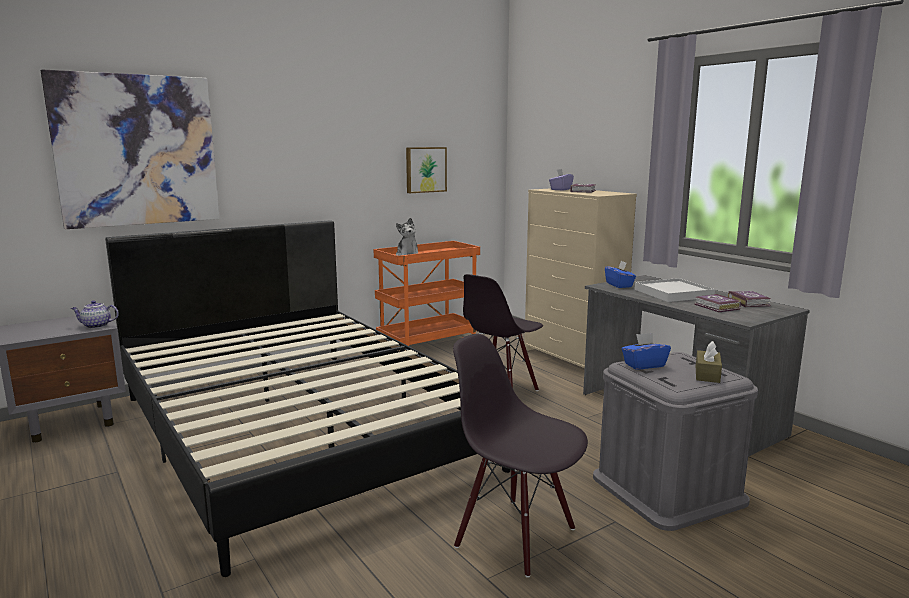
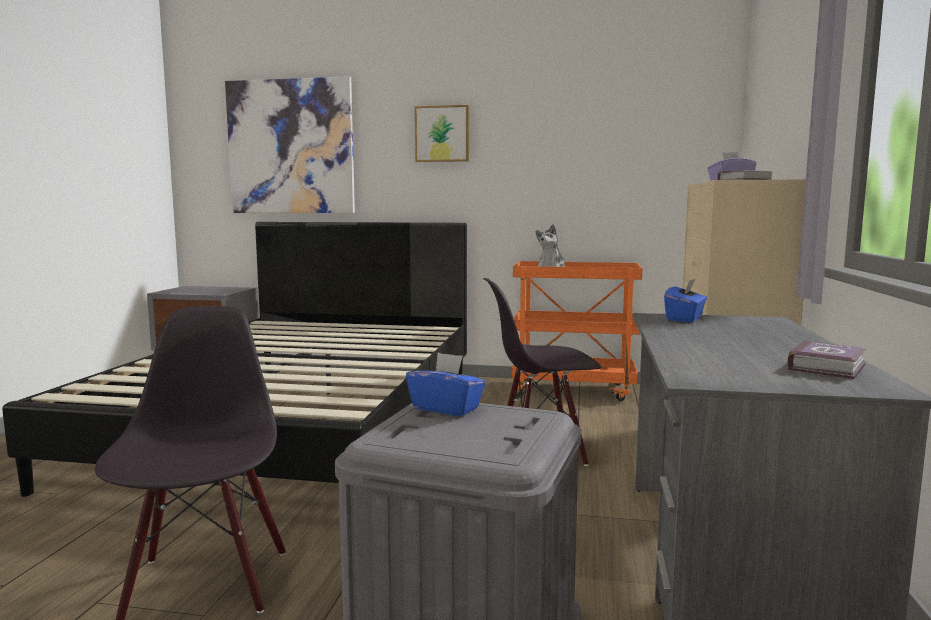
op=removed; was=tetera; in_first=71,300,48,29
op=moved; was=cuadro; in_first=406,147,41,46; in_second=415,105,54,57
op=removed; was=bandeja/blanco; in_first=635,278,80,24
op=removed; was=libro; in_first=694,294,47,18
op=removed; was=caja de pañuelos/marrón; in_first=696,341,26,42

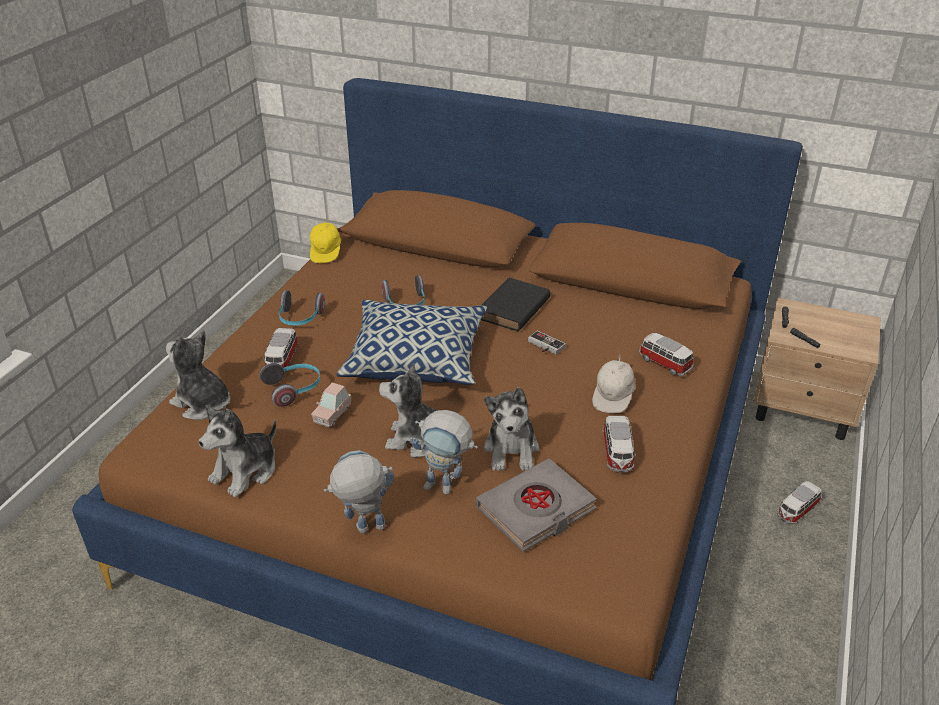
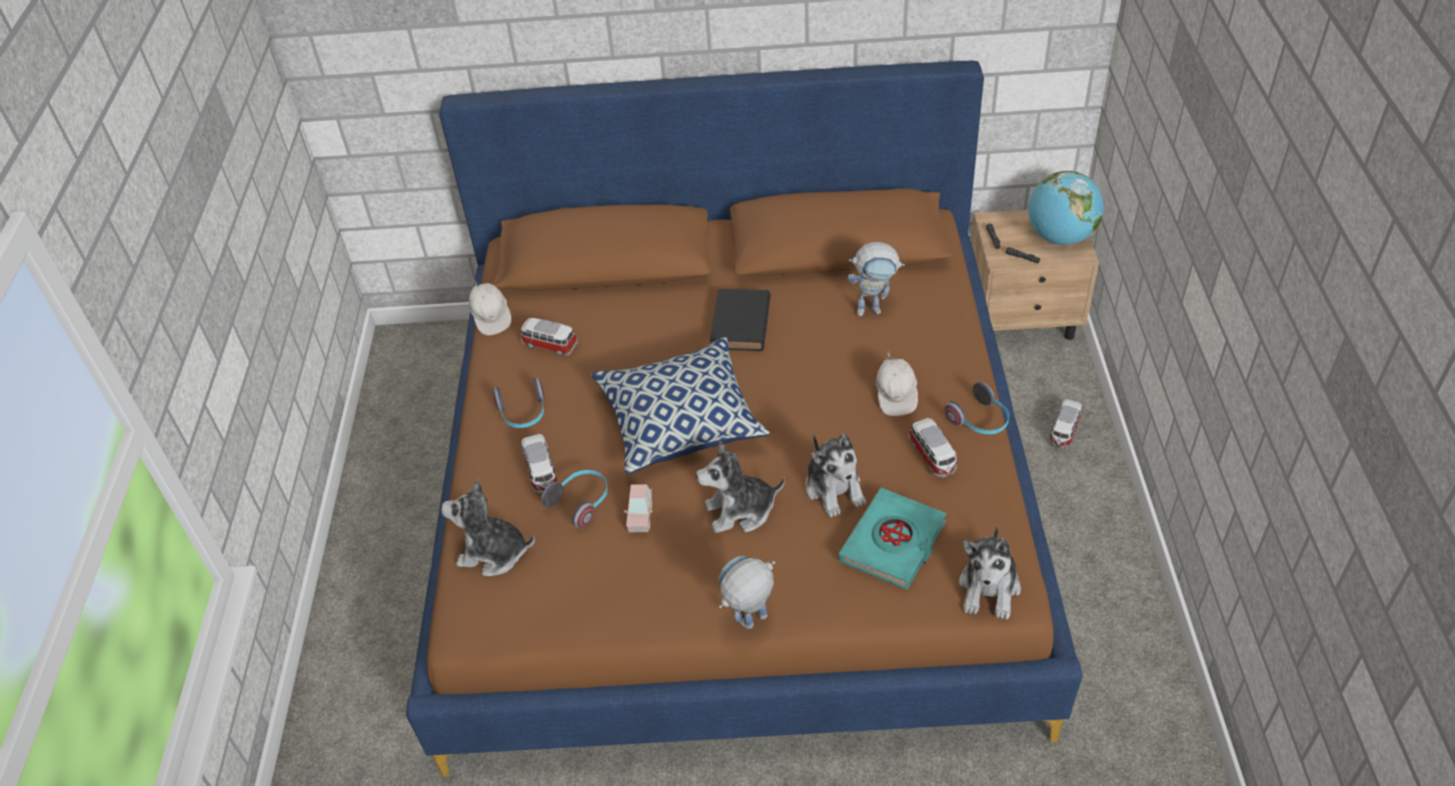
op=moved; was=peluche; in_first=199,405,77,92; in_second=959,525,62,95
op=recoloured; was=gorra/amarillo; now=gorra/blanco; in_first=310,219,31,44; in_second=469,279,42,56
op=moved; was=auriculares; in_first=381,275,44,30; in_second=944,382,65,52
op=moved; was=robot de juguete; in_first=410,410,68,85; in_second=848,242,57,74
op=recoloured; was=libro/gris; now=libro/turquesa; in_first=476,459,121,93; in_second=839,488,107,102
op=removed; was=mando de consola; in_first=528,331,38,24
op=moved; was=coche de juguete; in_first=639,333,55,43; in_second=521,318,57,38
op=added; now=globo terráqueo; in_second=1028,171,76,74

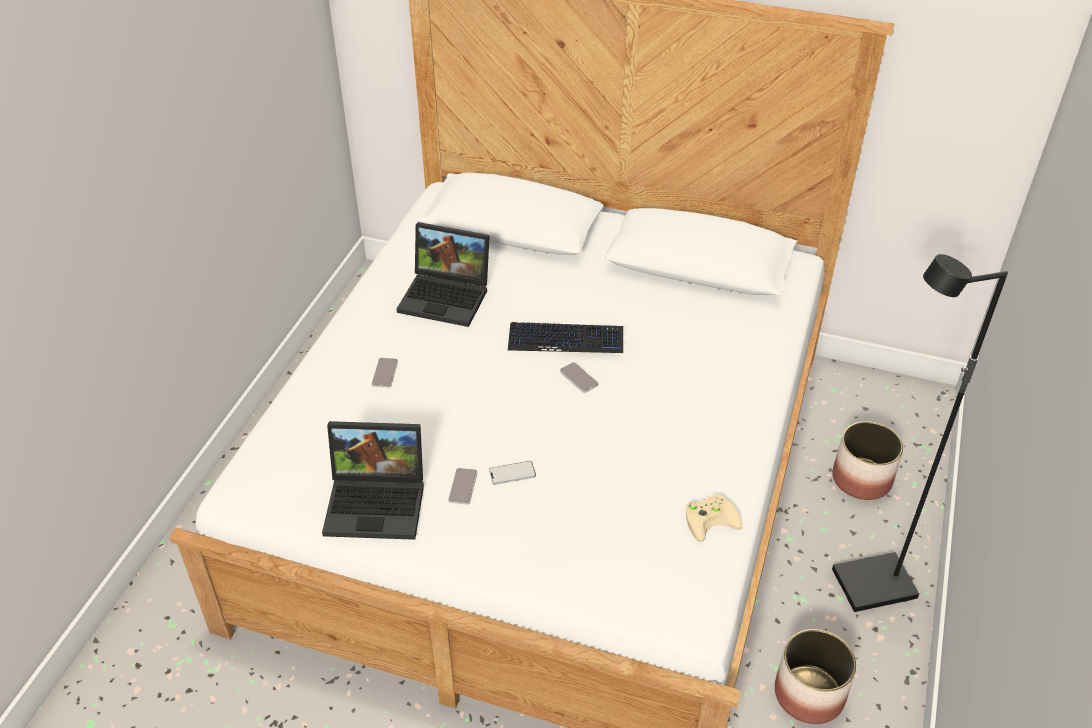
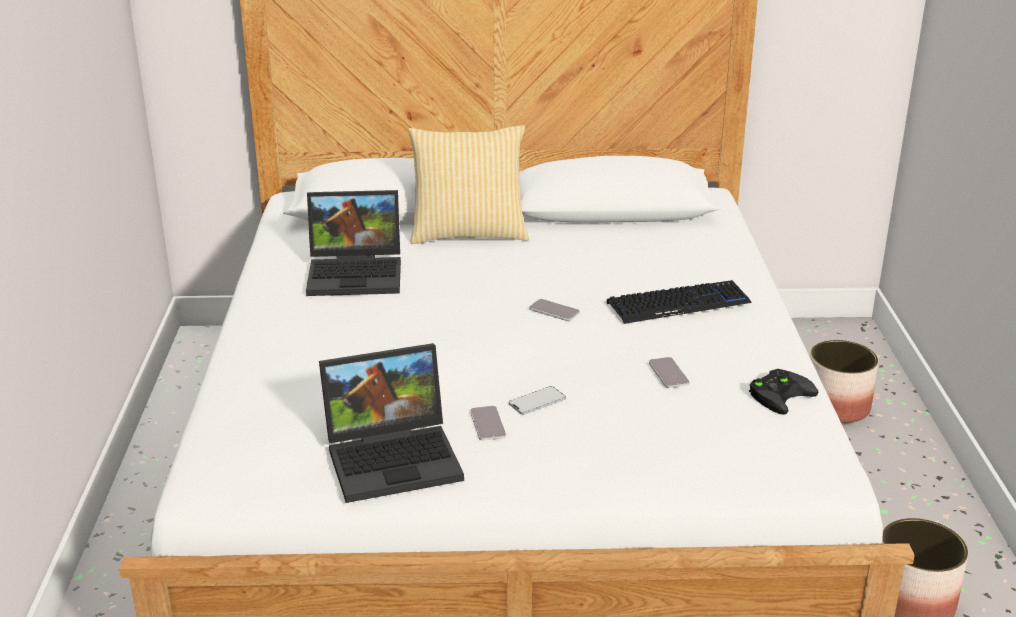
op=moved; was=móvil; in_first=371,358,27,30; in_second=649,357,40,31
op=moved; was=teclado; in_first=508,322,115,31; in_second=607,280,145,44
op=recoloured; was=mando de consola/beis; now=mando de consola/negro; in_first=686,494,56,48; in_second=749,369,70,46
op=removed; was=lámpara de pie/negro; in_first=832,254,176,358
op=added; now=cojín; in_second=408,125,121,119

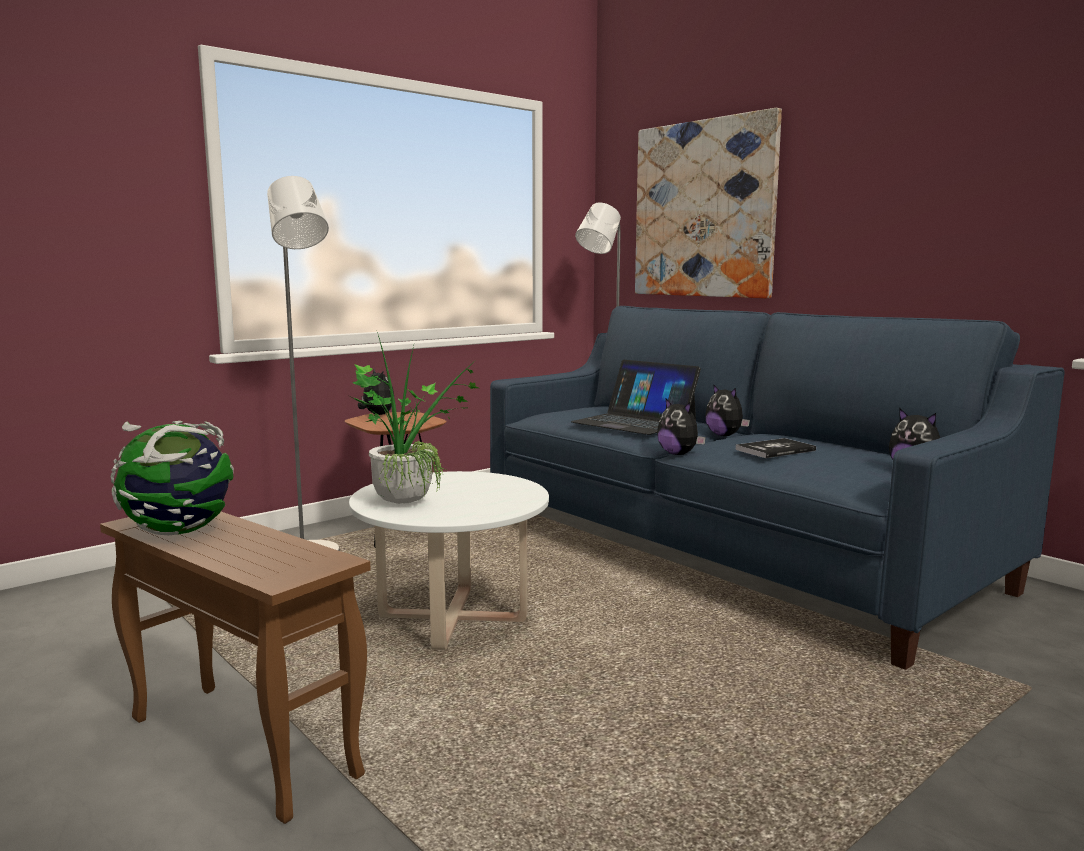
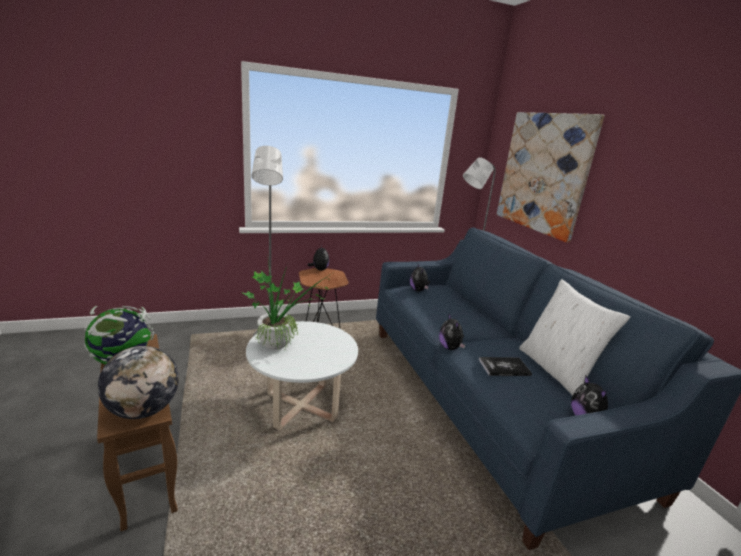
op=removed; was=portátil; in_first=571,360,130,75
op=moved; was=peluche; in_first=705,384,45,52; in_second=410,264,20,28
op=added; now=globo terráqueo; in_second=98,346,81,73
op=added; now=cojín/blanco; in_second=519,279,111,117

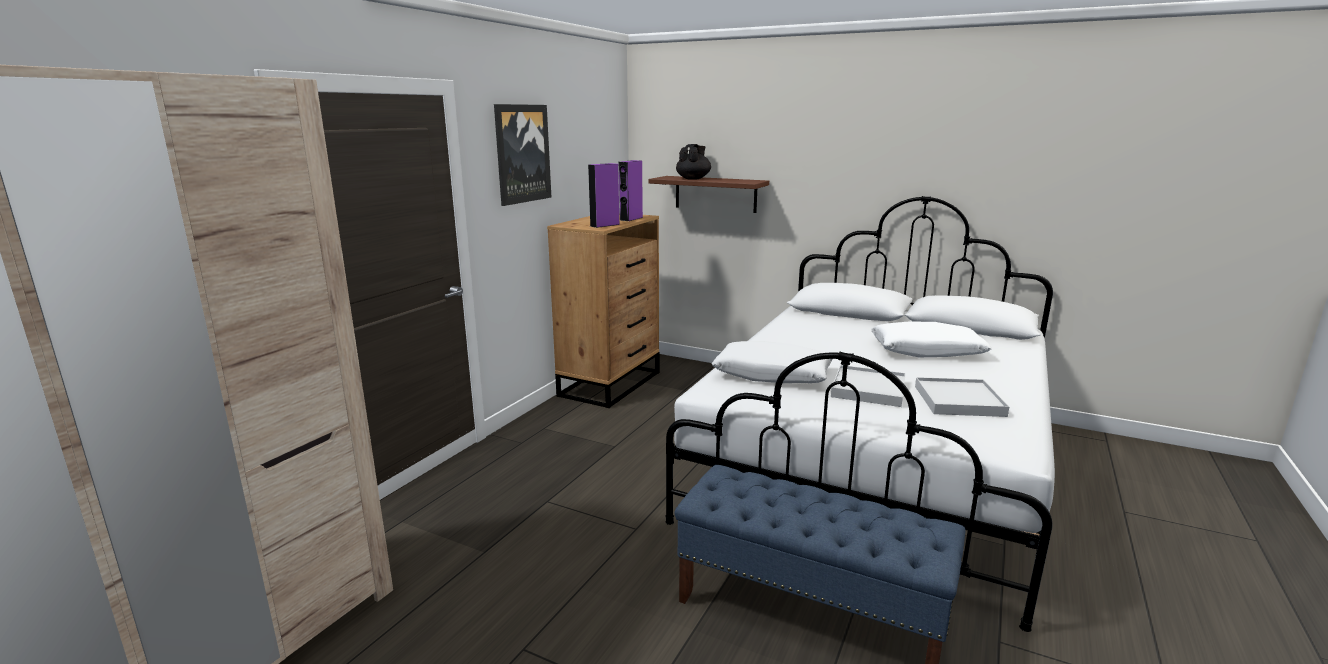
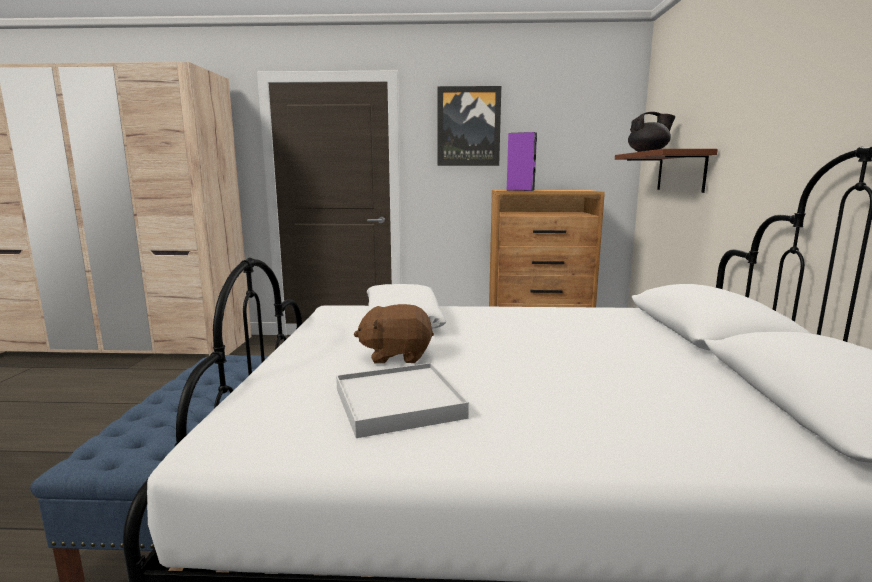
op=removed; was=altavoz/morado; in_first=619,160,24,61
op=replaced; was=bandeja/blanco; now=peluche/marrón; in_first=831,365,75,42; in_second=354,304,80,60
op=removed; was=cojín/blanco; in_first=871,321,121,36

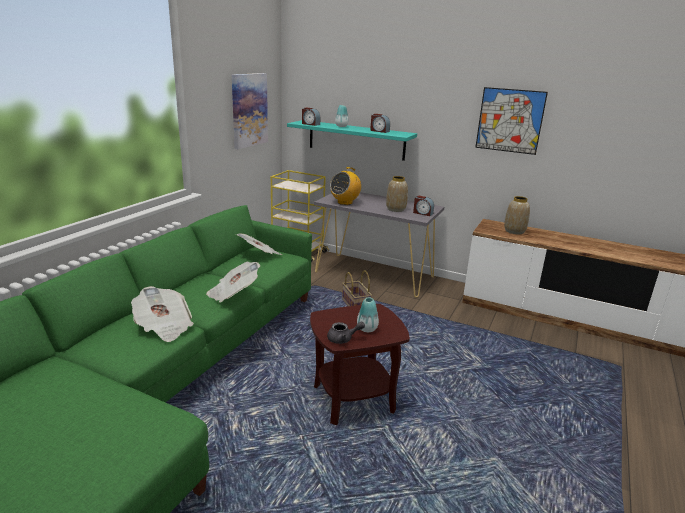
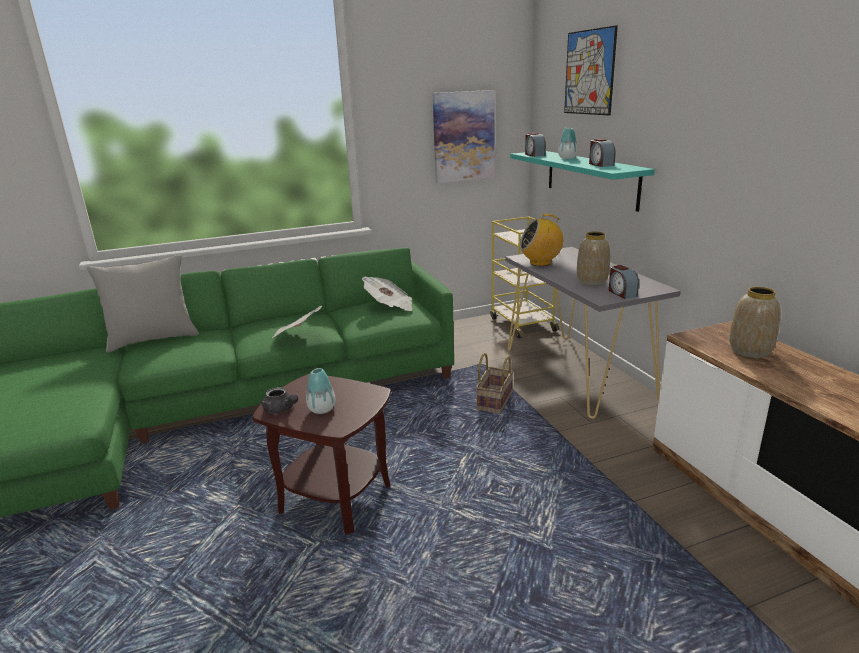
op=removed; was=periódico; in_first=131,286,63,56
op=moved; was=cuadro; in_first=475,87,73,68; in_second=564,25,54,90
op=added; now=cojín/gris; in_second=87,255,112,97

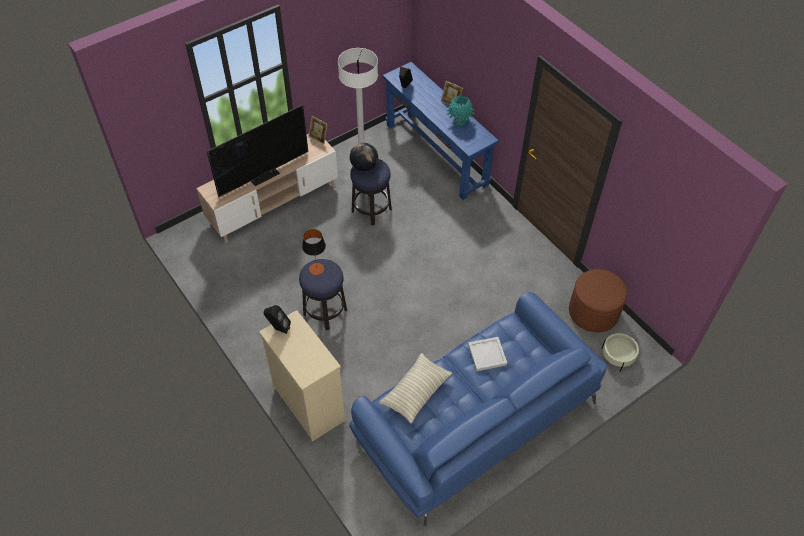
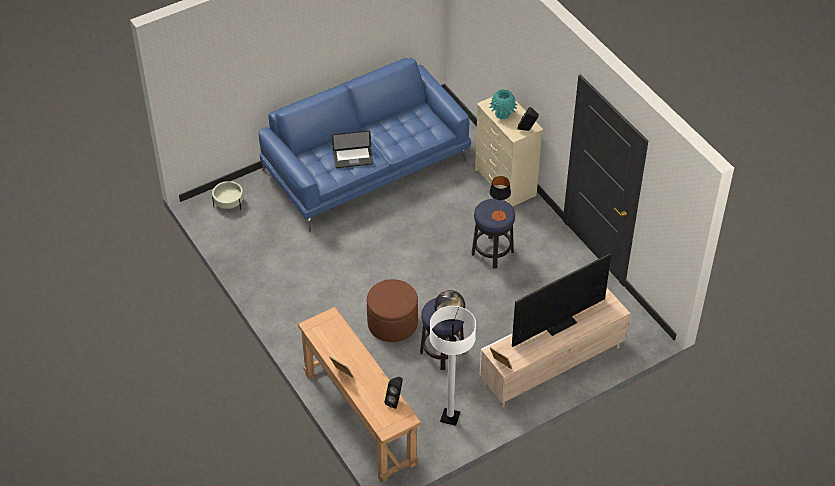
op=removed; was=cojín; in_first=379,353,73,71
op=recoloured; was=mesa consola/azul; now=mesa consola/marrón; in_first=383,62,116,138; in_second=298,307,123,176
op=moved; was=florero/turquesa; in_first=447,96,28,29; in_second=489,89,28,31
op=replaced; was=bandeja/blanco; now=portátil; in_first=468,337,39,34; in_second=332,131,42,37
op=moved; was=puf/marrón; in_first=569,269,58,63; in_second=367,279,51,63

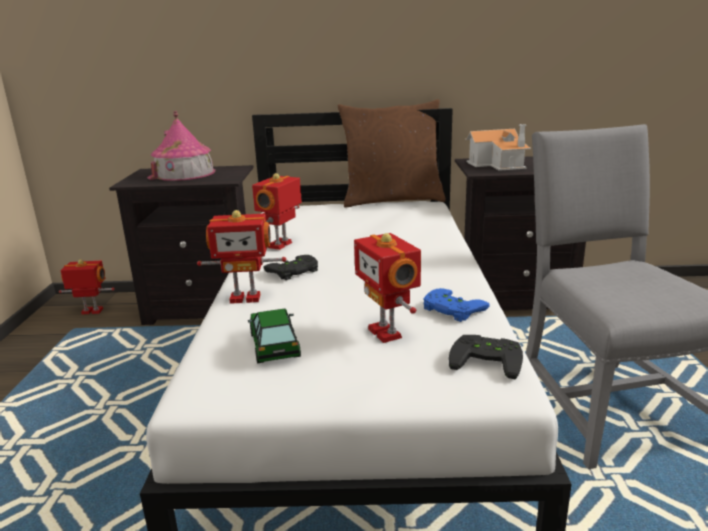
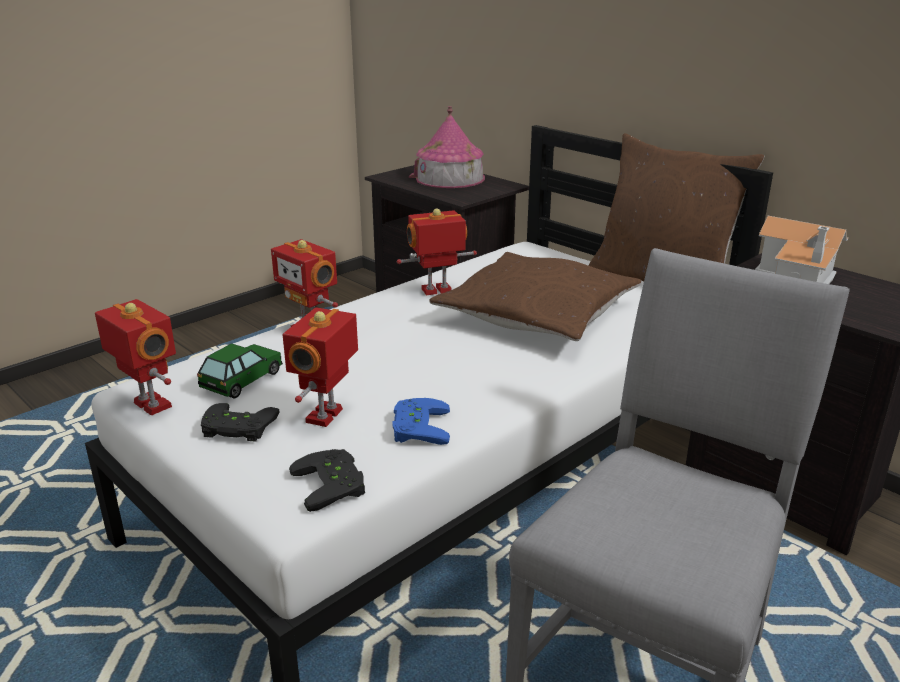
op=moved; was=robot de juguete; in_first=59,259,56,55; in_second=95,299,81,116
op=moved; was=mando de consola/negro; in_first=263,255,55,25; in_second=201,403,79,39
op=added; now=cojín/marrón; in_second=429,252,212,89

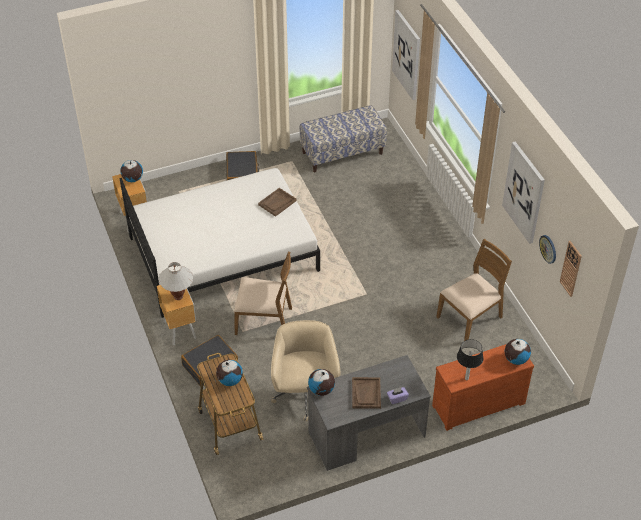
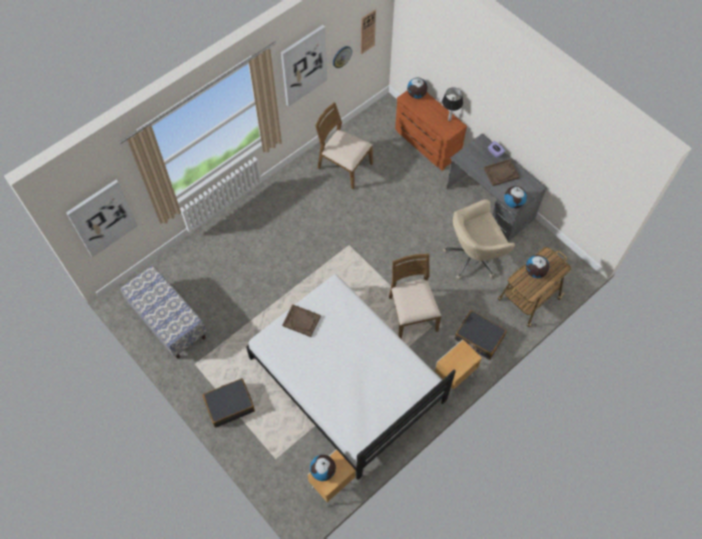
op=removed; was=lámpara de mesa/blanco; in_first=159,262,34,38

